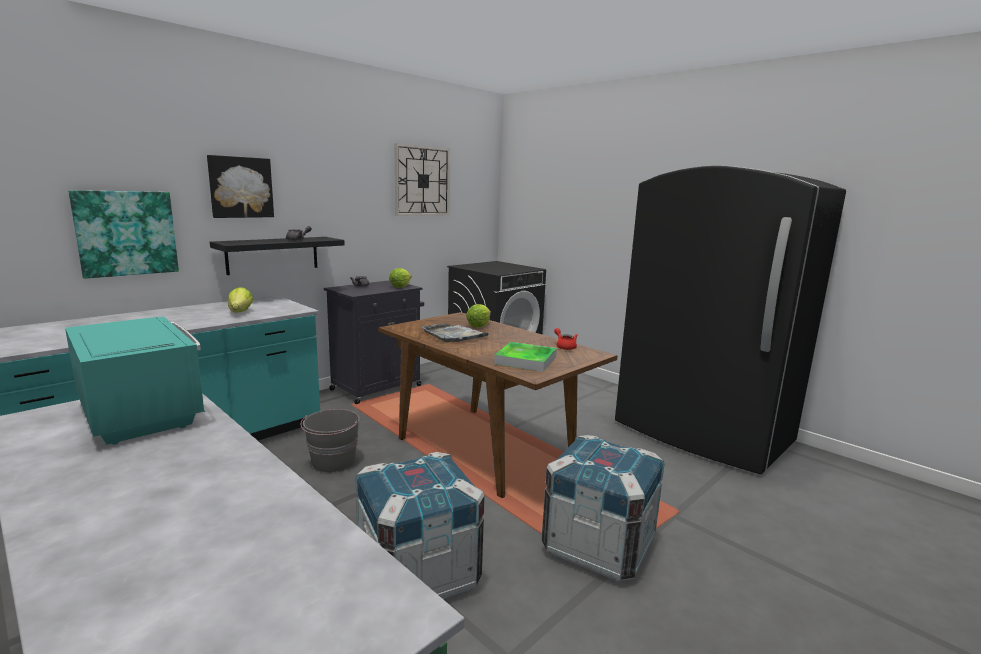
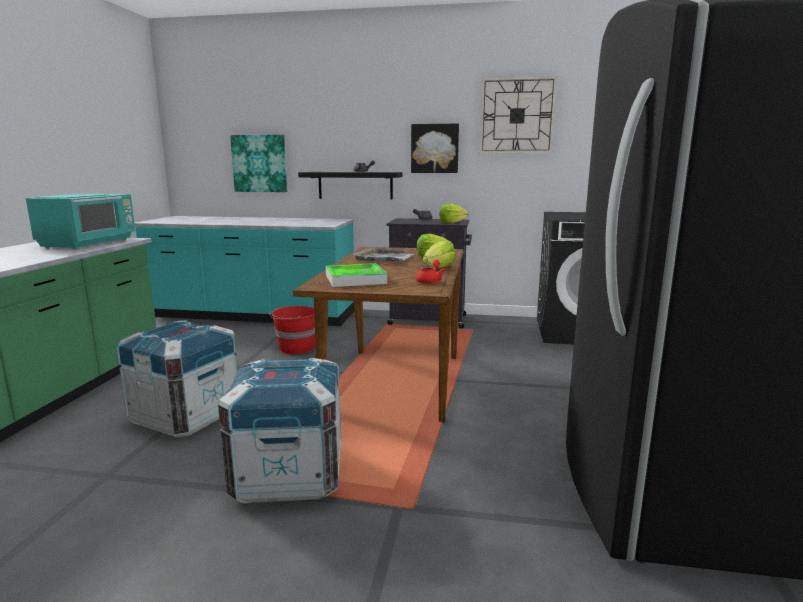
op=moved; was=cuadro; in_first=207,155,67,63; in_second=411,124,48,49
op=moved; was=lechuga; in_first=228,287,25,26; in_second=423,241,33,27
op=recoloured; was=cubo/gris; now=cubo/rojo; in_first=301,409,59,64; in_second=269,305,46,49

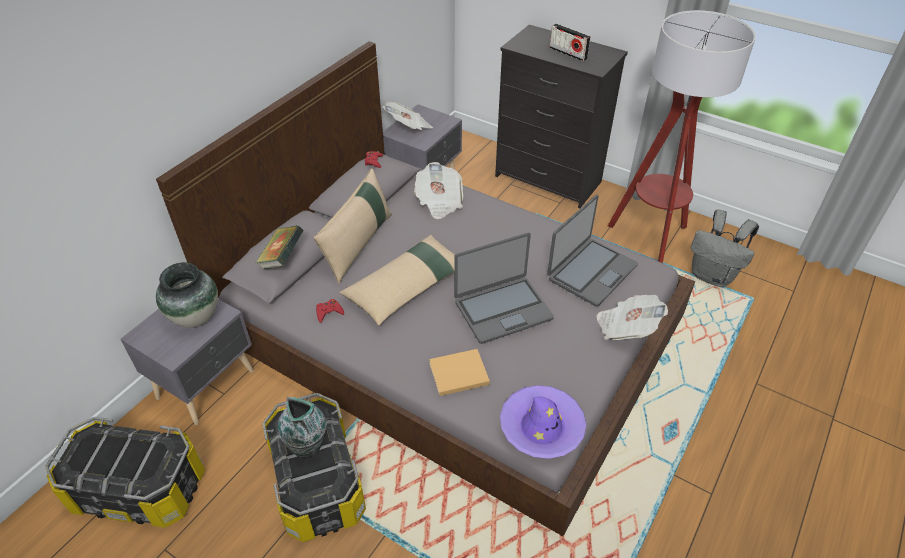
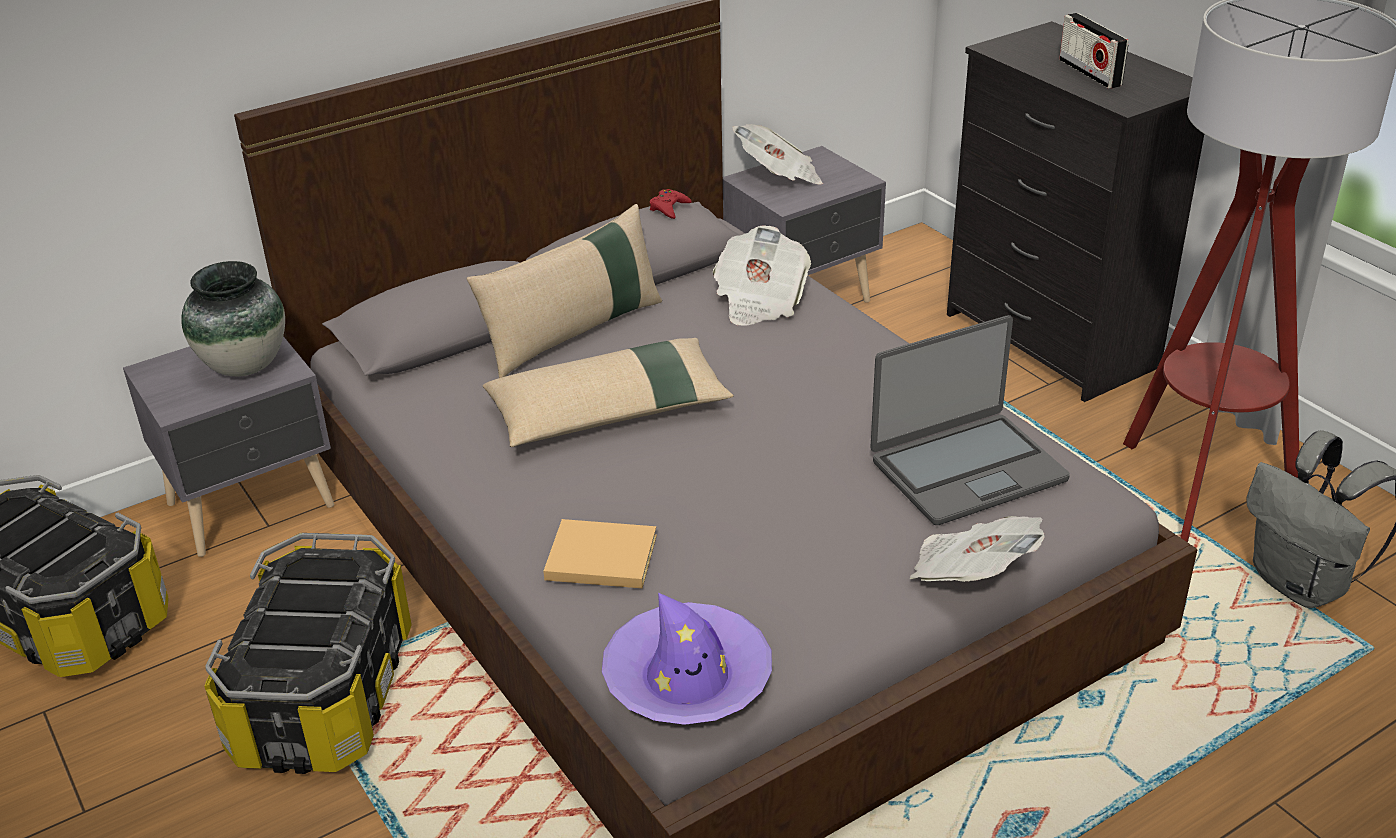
op=removed; was=libro; in_first=256,225,47,44
op=removed; was=florero; in_first=278,397,48,61
op=removed; was=mando de consola/rojo; in_first=316,299,28,24
op=removed; was=portátil; in_first=454,233,100,111

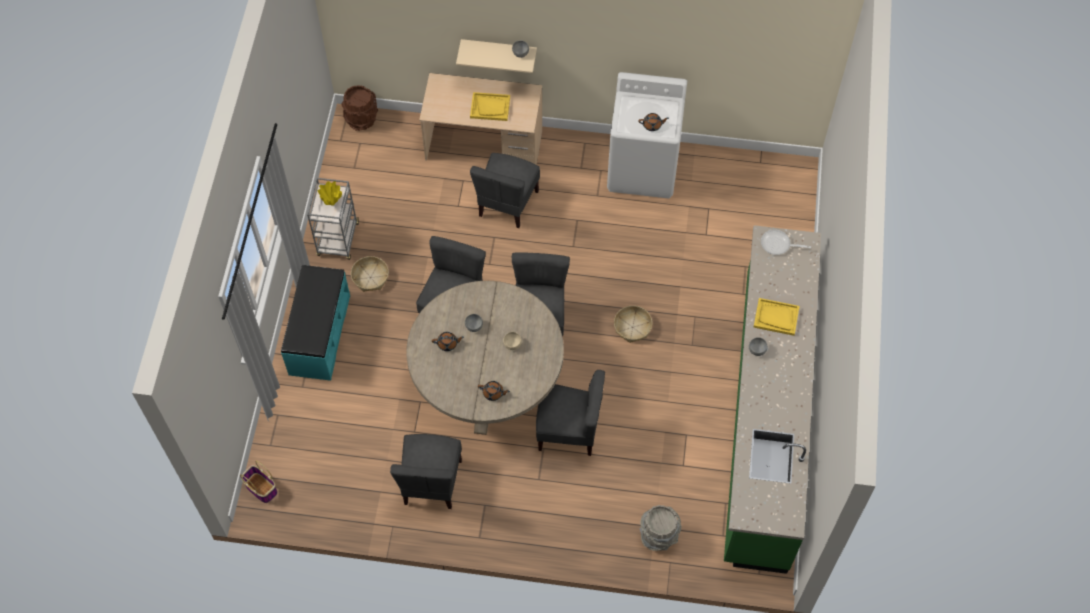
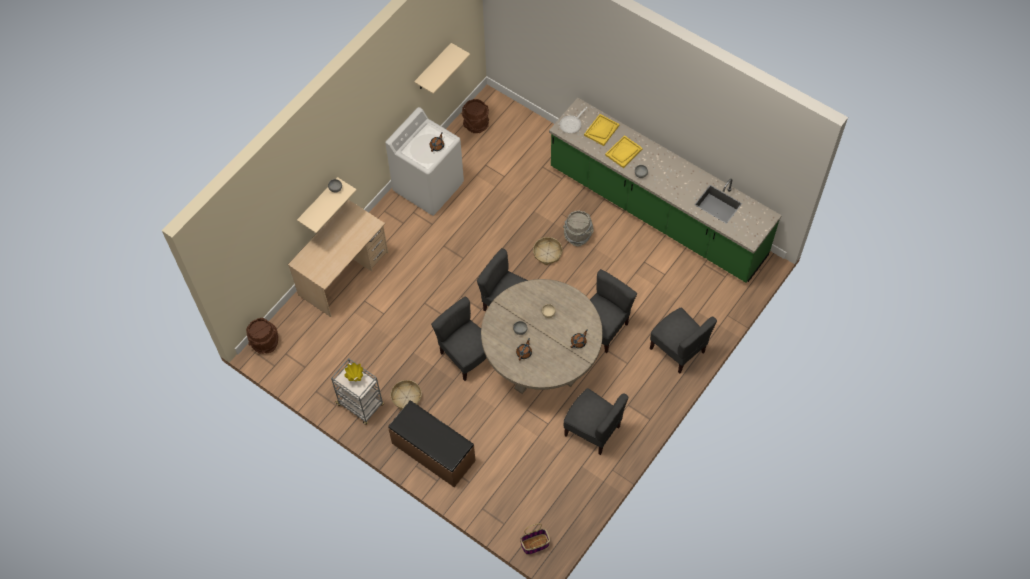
op=recoloured; was=banco/turquesa; now=banco/marrón; in_first=281,265,69,116; in_second=388,401,88,86
op=moved; was=bandeja/amarillo; in_first=470,92,40,29; in_second=584,114,35,32
op=moved; was=silla/gris; in_first=470,153,70,75; in_second=650,308,67,66
op=moved; was=cubo/gris; in_first=640,505,42,46; in_second=563,210,31,37
op=added; now=estante/beis; in_second=414,43,56,51
op=added; now=cubo/marrón; in_second=462,99,27,34

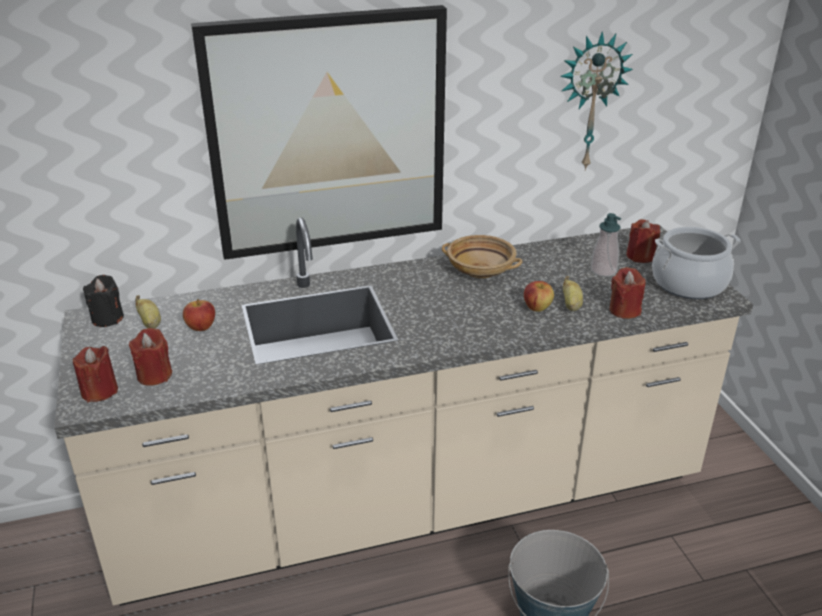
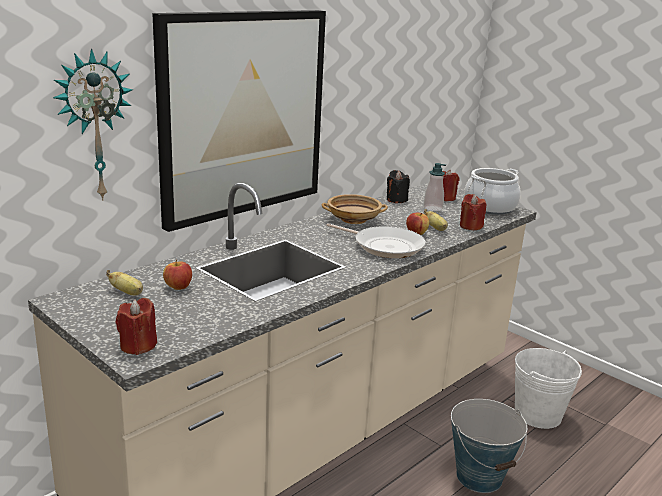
op=moved; was=vela/negro; in_first=83,275,41,52; in_second=387,170,23,33
op=removed; was=vela/rojo; in_first=129,328,43,58
op=moved; was=reloj de pared; in_first=560,31,73,140; in_second=53,49,80,152
op=added; now=sartén; in_second=326,223,100,35
op=added; now=cubo/blanco; in_second=515,348,67,81

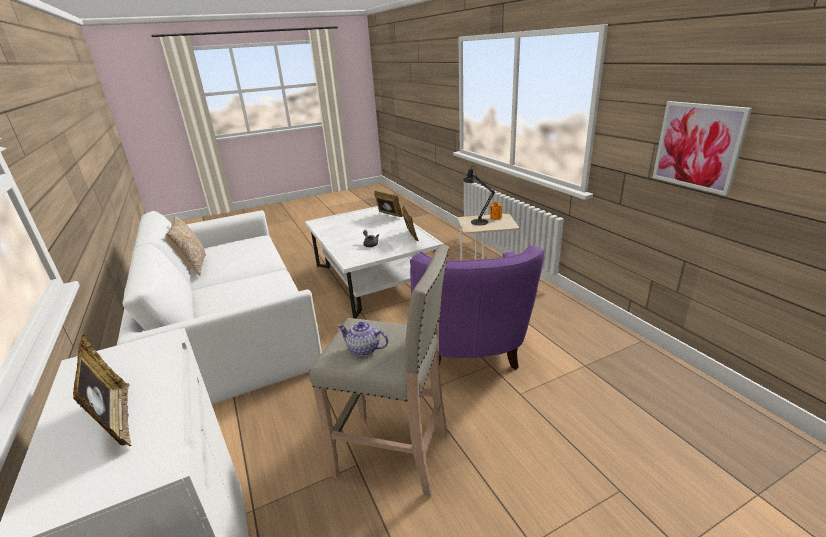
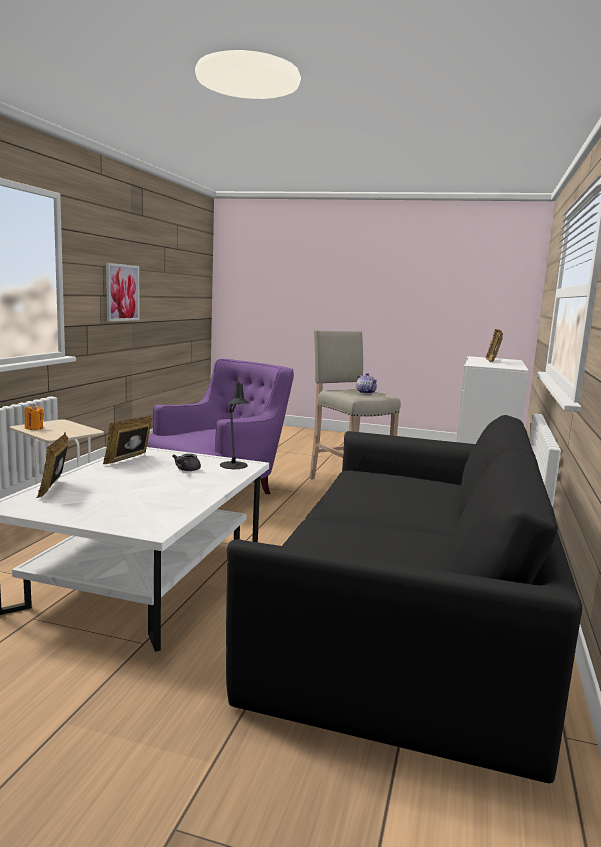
op=recoloured; was=sofá/blanco; now=sofá/negro; in_first=117,210,205,194; in_second=226,415,356,368
op=removed; was=cojín; in_first=165,216,41,60
op=moved; was=lámpara de mesa/negro; in_first=462,165,33,60; in_second=220,377,30,92

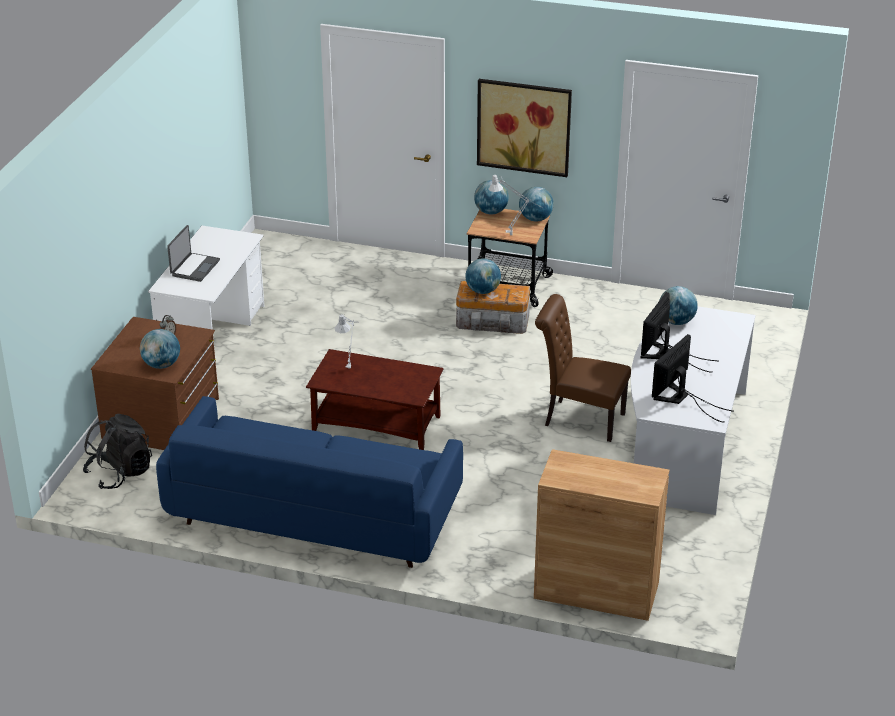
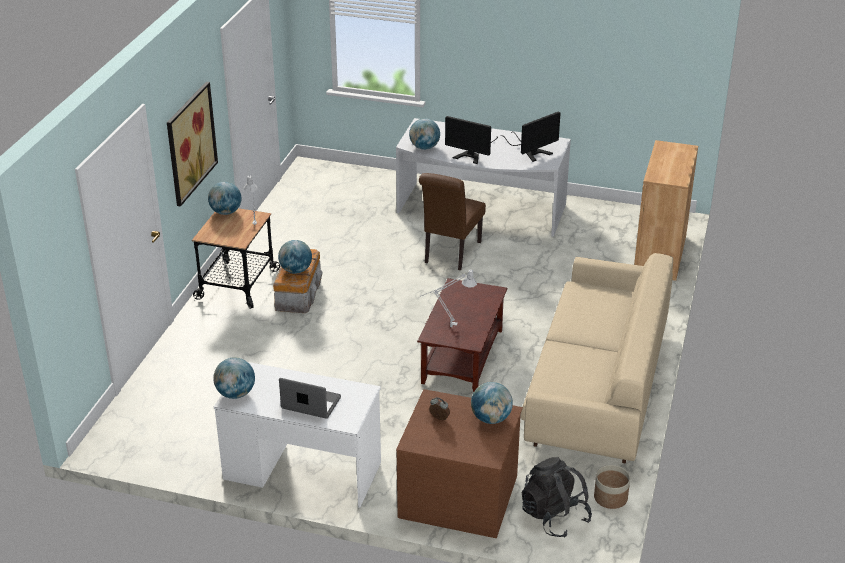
op=recoloured; was=sofá/azul; now=sofá/beis; in_first=156,396,307,172; in_second=521,253,152,210
op=moved; was=globo terráqueo; in_first=474,180,35,34; in_second=213,357,42,42
op=turned; was=monitor; in_first=652,334,82,88; in_second=501,112,59,50; clockwise=-75
op=added; now=maceta; in_second=594,465,36,44

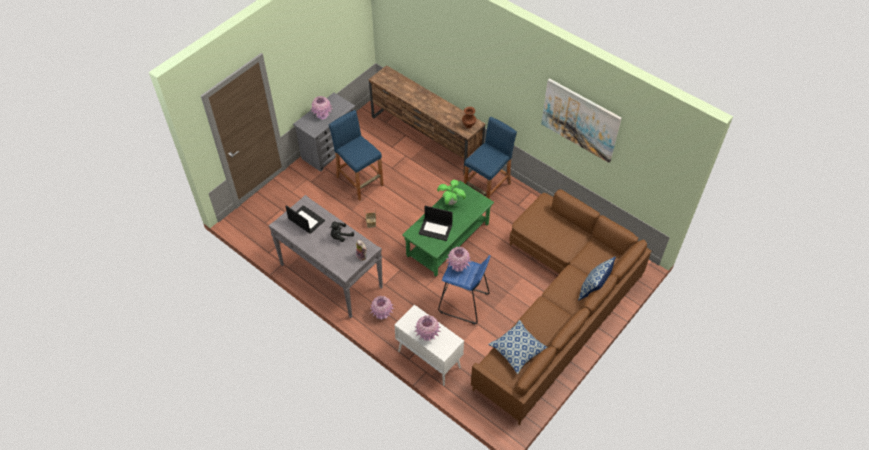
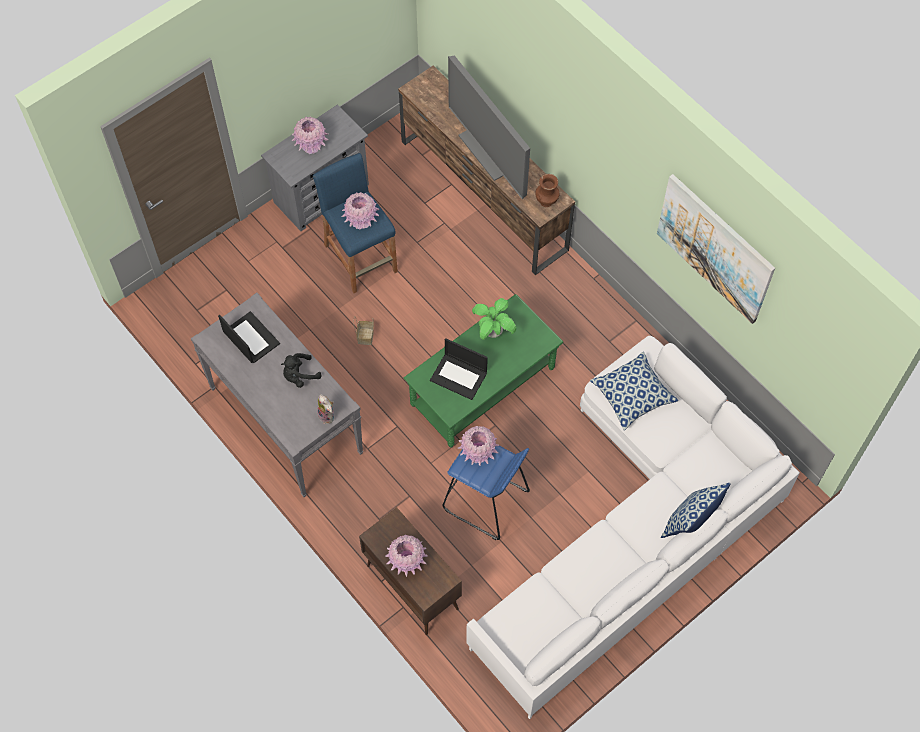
op=moved; was=florero/rosa; in_first=370,296,24,24; in_second=341,192,39,37
op=recoloured; was=armario/blanco; now=armario/marrón; in_first=394,305,70,81; in_second=359,507,103,128
op=removed; was=taburete/azul; in_first=464,117,53,82
op=recoloured; was=sofá/marrón; now=sofá/blanco; in_first=471,189,180,237; in_second=466,336,334,383
op=moved; was=cojín; in_first=488,320,60,54; in_second=590,352,89,79
op=added; now=televisor; in_second=448,55,82,144

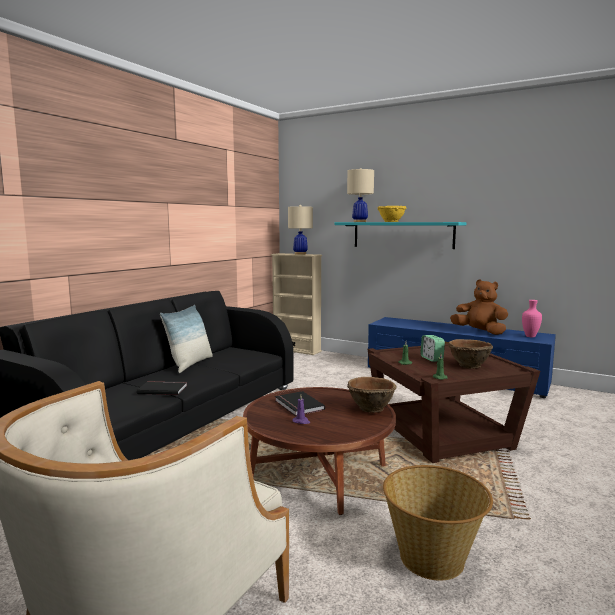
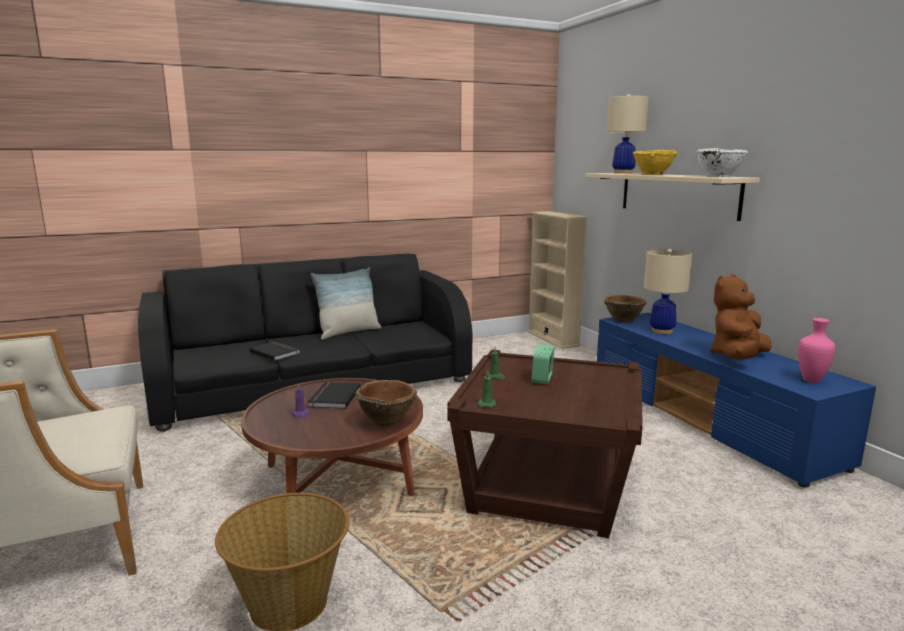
op=moved; was=lámpara de mesa/beis; in_first=288,205,25,50; in_second=644,249,48,85
op=recoloured; was=estante/turquesa; now=estante/beis; in_first=335,222,131,27; in_second=585,173,175,48
op=moved; was=cuenco/marrón; in_first=448,339,45,30; in_second=604,295,42,27
op=turned; was=peluche/marrón; in_first=450,279,58,56; in_second=710,274,62,86; clockwise=-120
op=added; now=cuenco/blanco; in_second=696,148,52,29

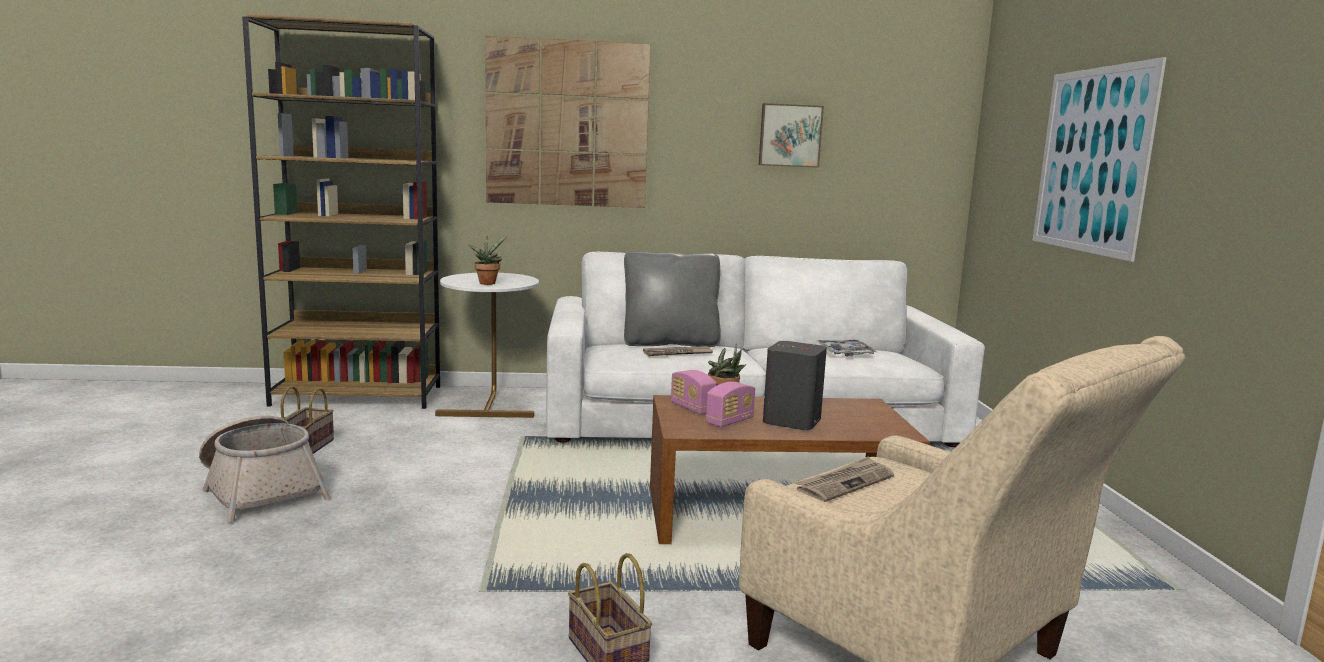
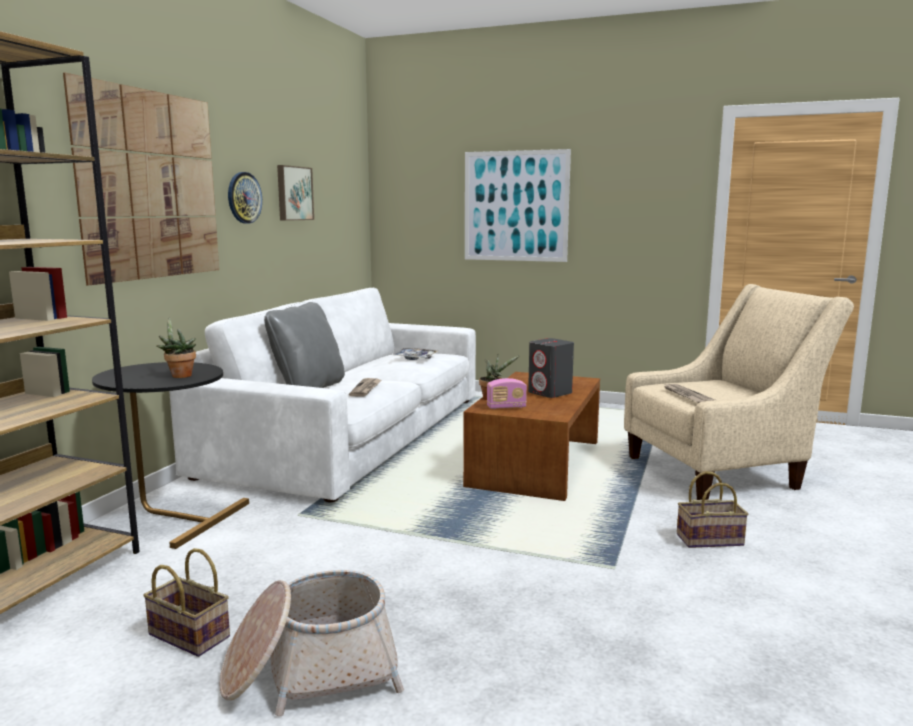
op=recoloured; was=mesa auxiliar/blanco; now=mesa auxiliar/negro; in_first=435,273,104,145; in_second=92,362,157,187
op=removed; was=radio; in_first=706,382,49,45
op=added; now=reloj de pared; in_second=228,172,34,52

